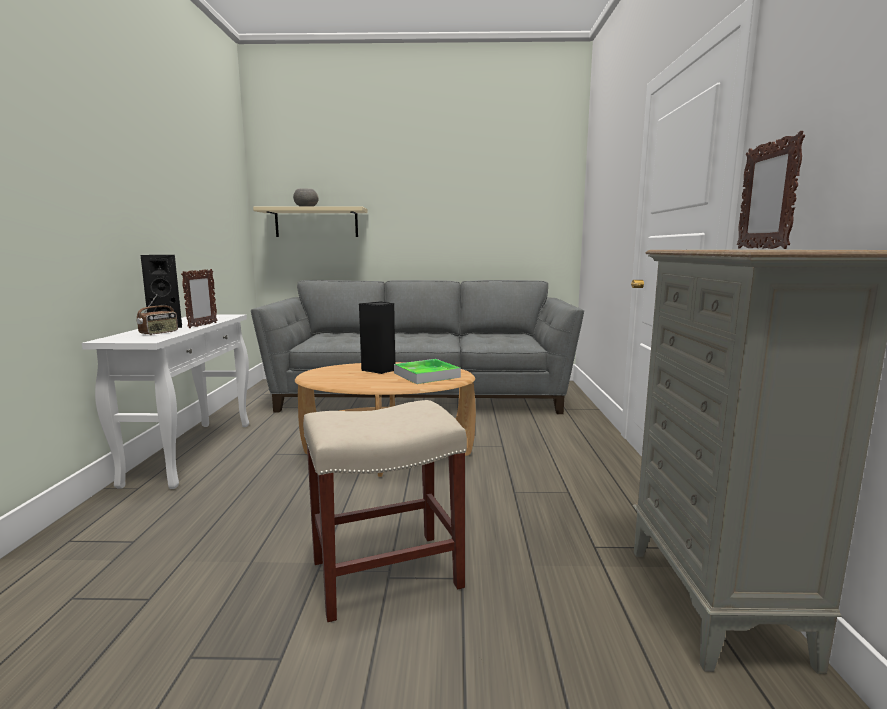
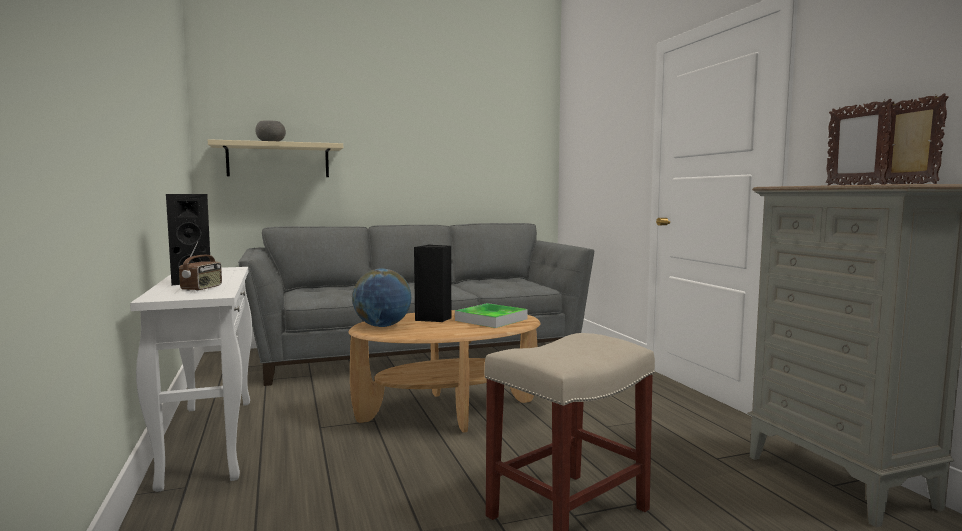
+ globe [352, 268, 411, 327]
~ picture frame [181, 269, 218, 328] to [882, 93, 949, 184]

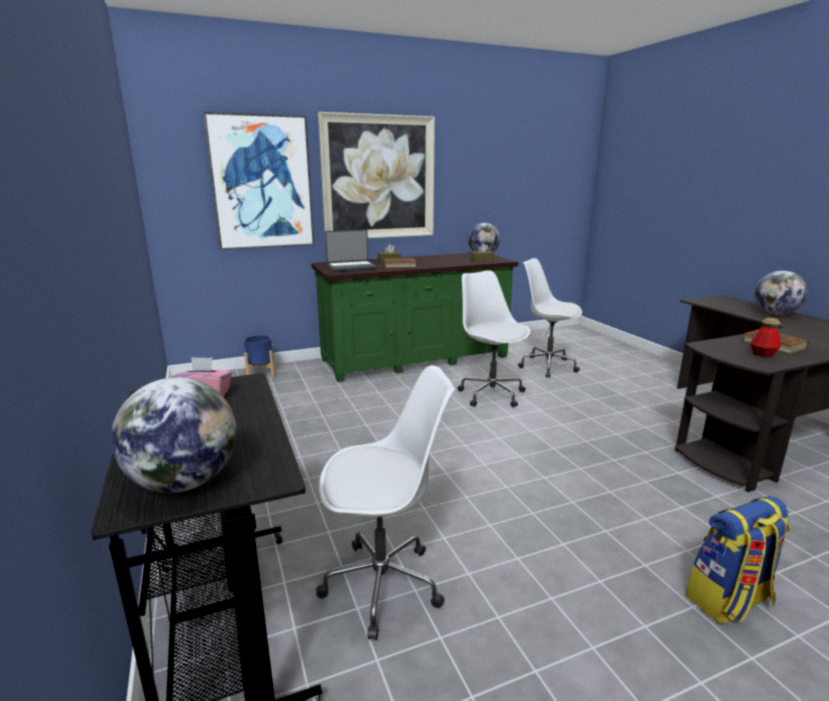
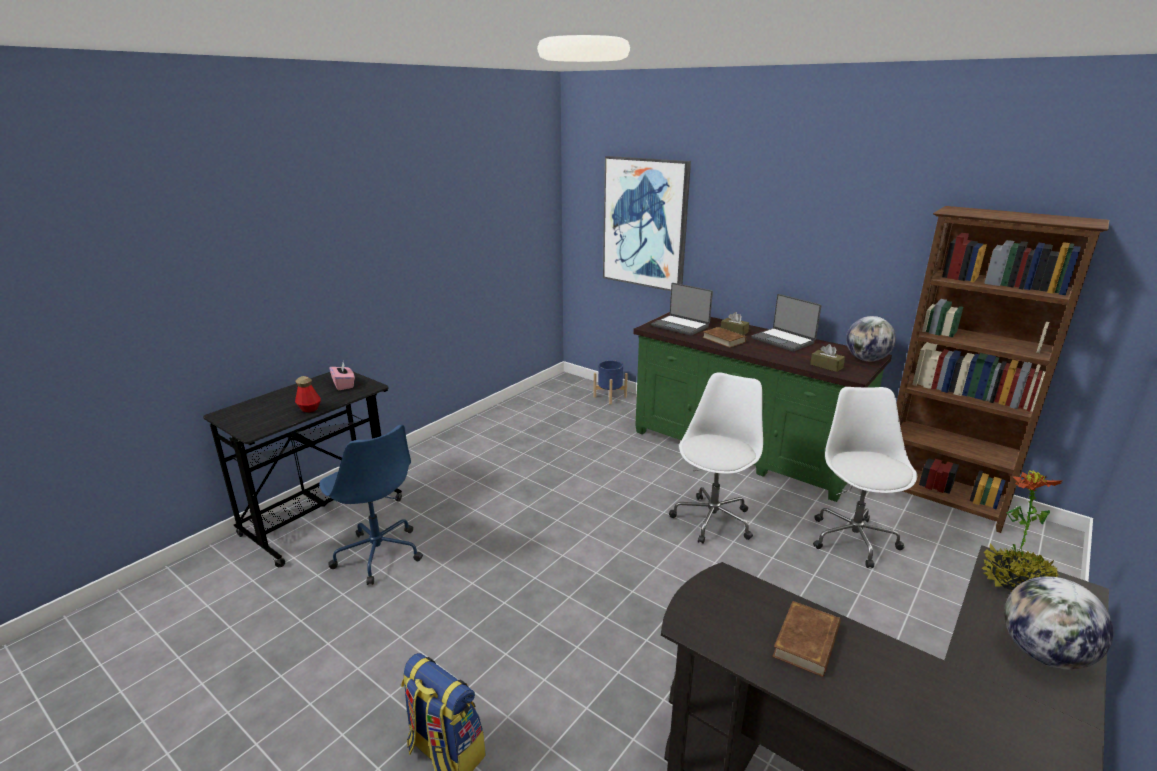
~ bottle [750, 318, 781, 357] to [295, 376, 321, 413]
~ office chair in white [316, 365, 455, 640] to office chair in blue [319, 425, 423, 585]
+ laptop [751, 294, 821, 352]
+ bookcase in brown [896, 206, 1109, 533]
+ potted plant [981, 470, 1062, 592]
- globe [111, 377, 237, 493]
- picture [318, 112, 435, 238]

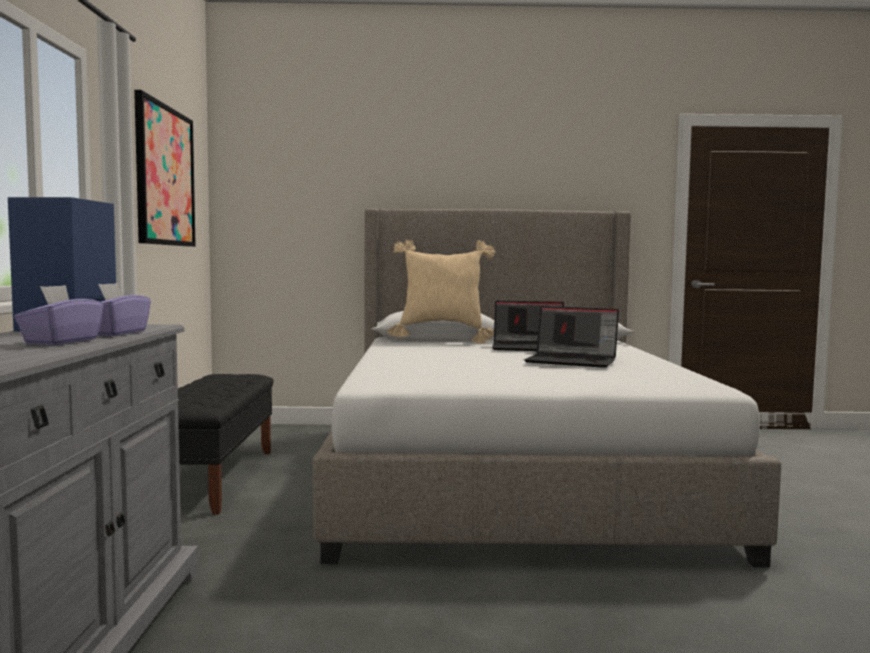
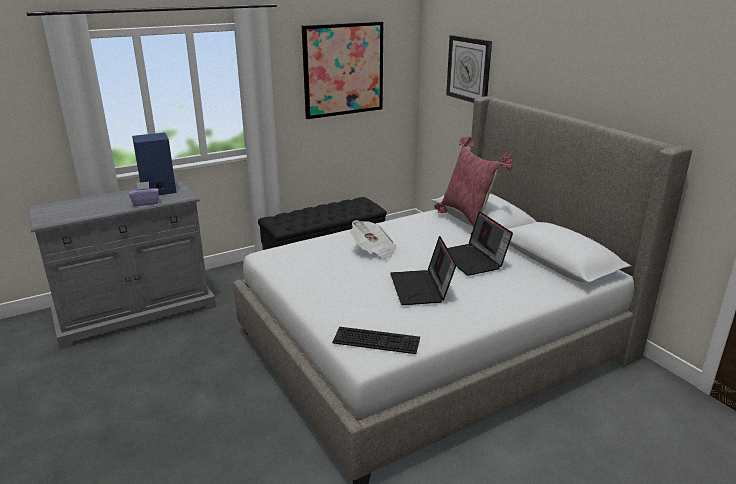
+ keyboard [332, 327, 420, 354]
+ newspaper [350, 220, 396, 260]
~ pillow in beige [387, 239, 496, 344] to pillow in red [434, 136, 513, 234]
+ wall clock [446, 35, 492, 103]
- tissue box in purple [14, 285, 104, 345]

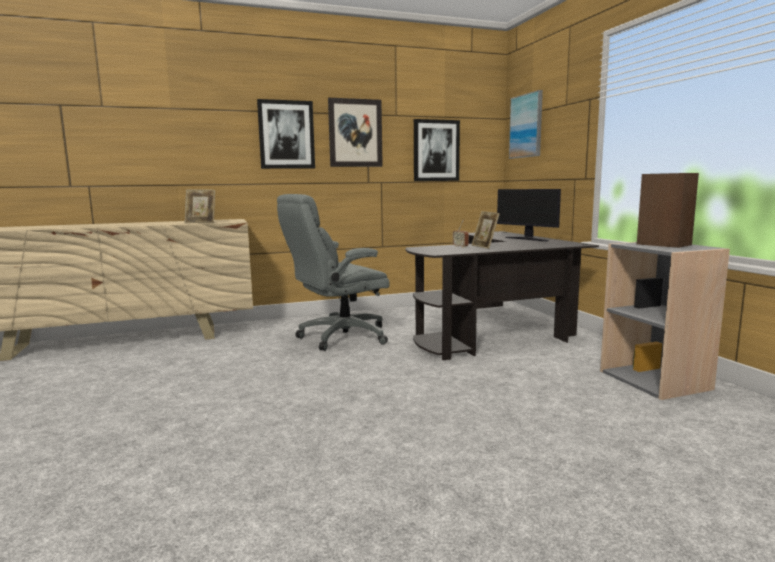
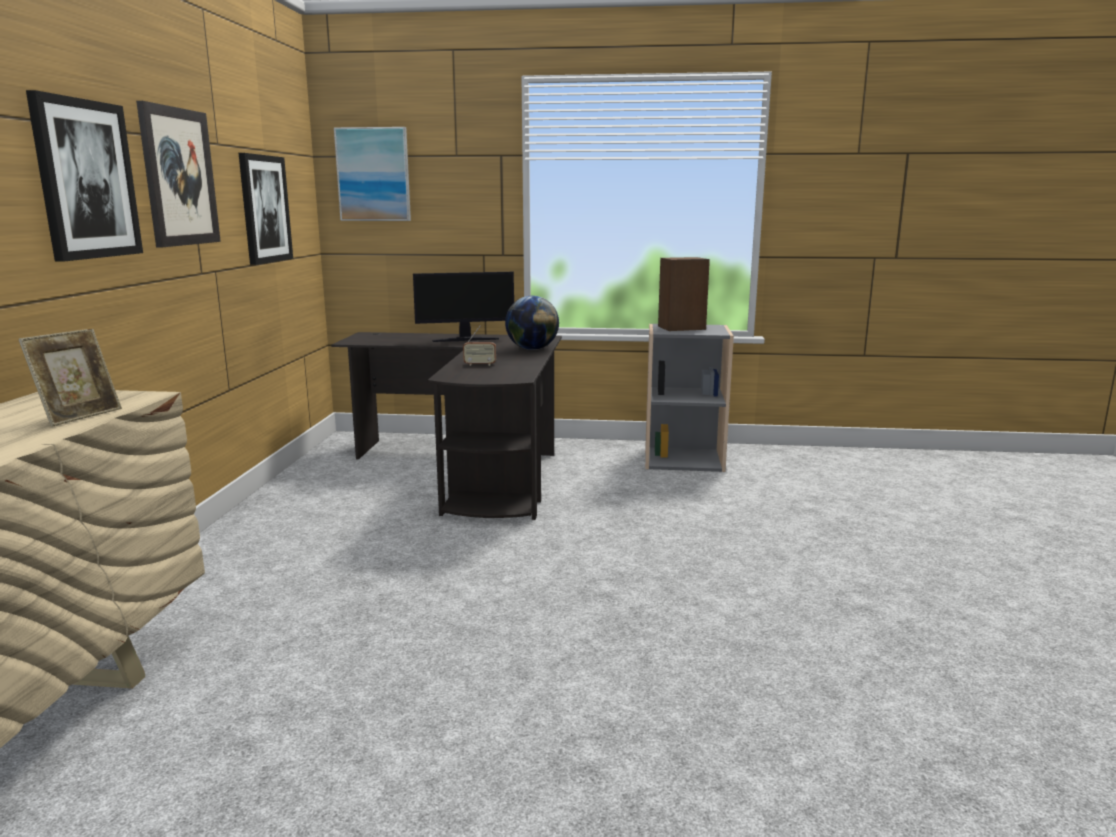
+ globe [505, 296, 559, 350]
- office chair in grey [277, 194, 390, 351]
- picture frame [472, 211, 500, 249]

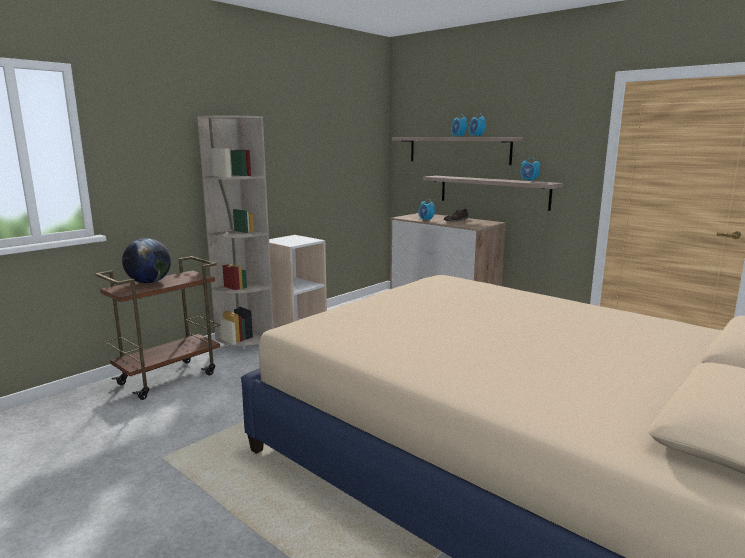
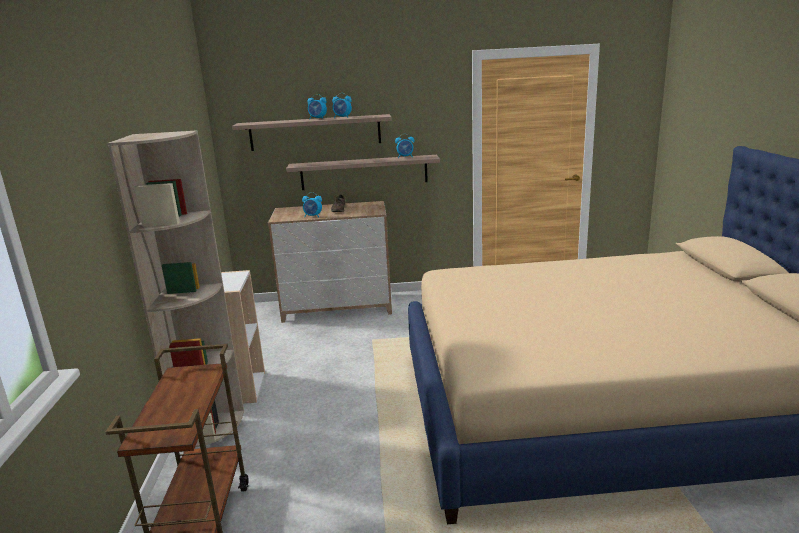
- globe [122, 238, 171, 284]

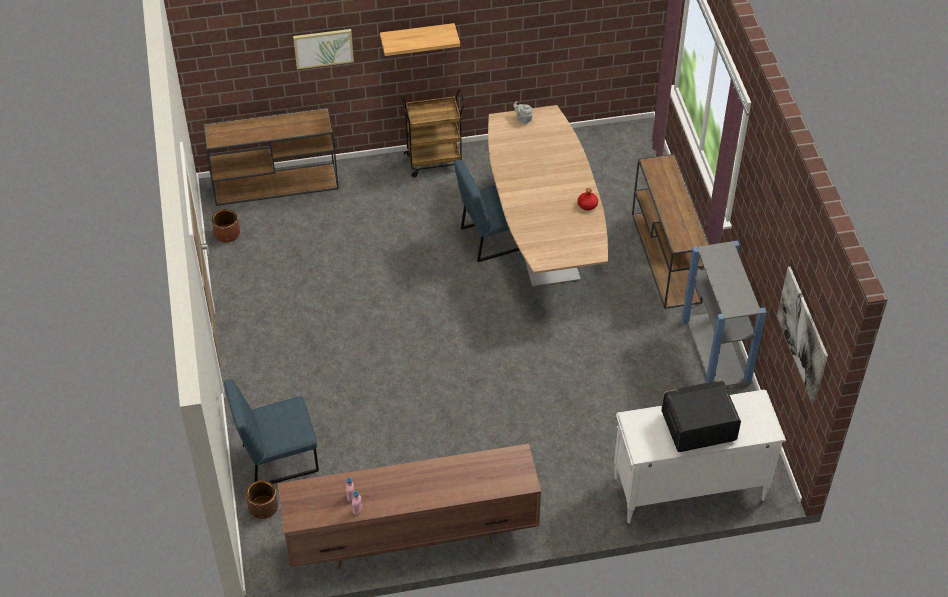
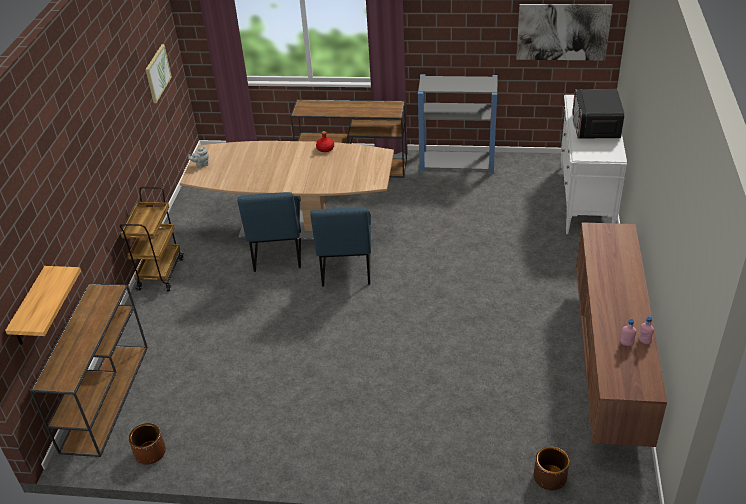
~ shelf [380, 23, 460, 56] to [5, 266, 81, 345]
~ picture [293, 29, 354, 69] to [145, 44, 172, 103]
~ chair in blue [224, 379, 319, 484] to [310, 207, 371, 287]

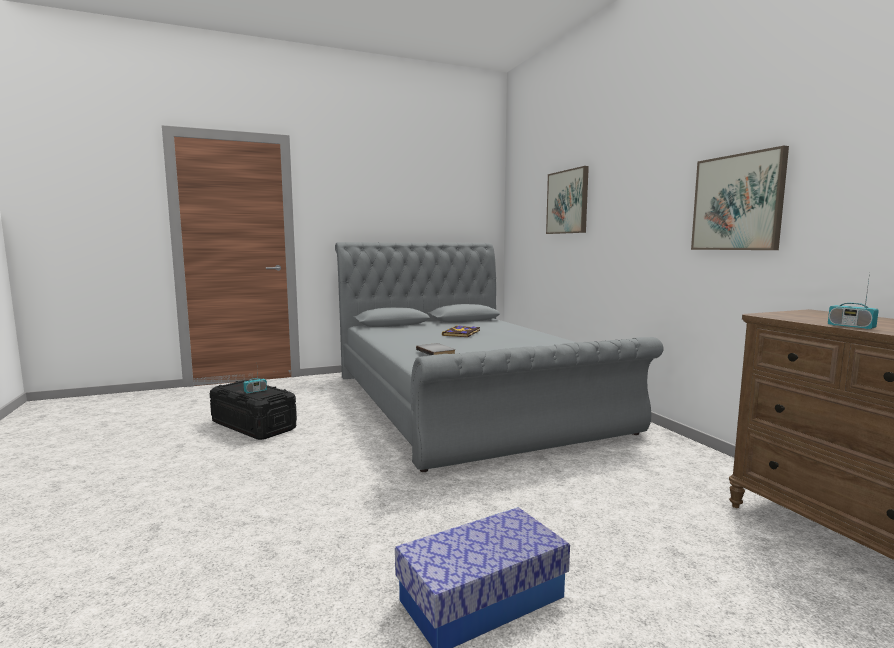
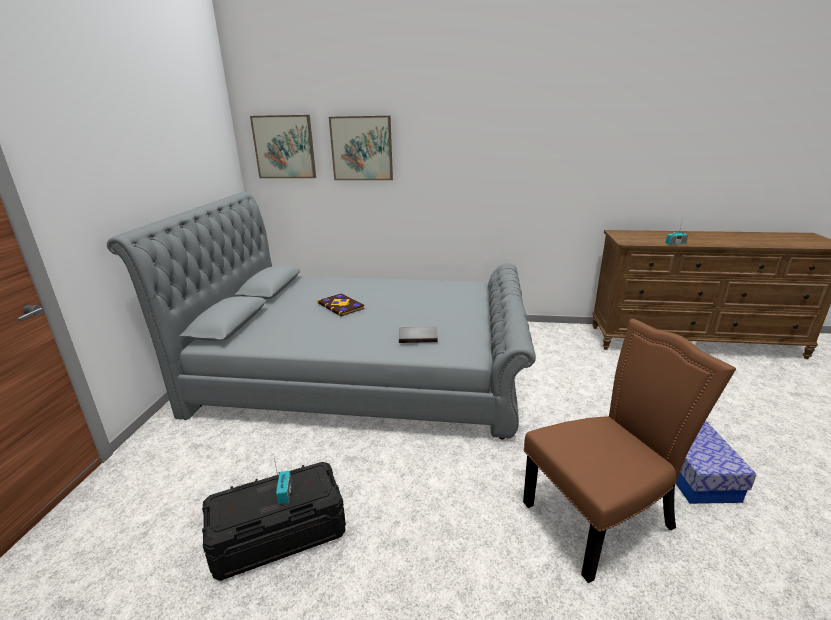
~ picture [691, 146, 789, 250] to [250, 115, 316, 178]
+ chair in brown [523, 319, 736, 583]

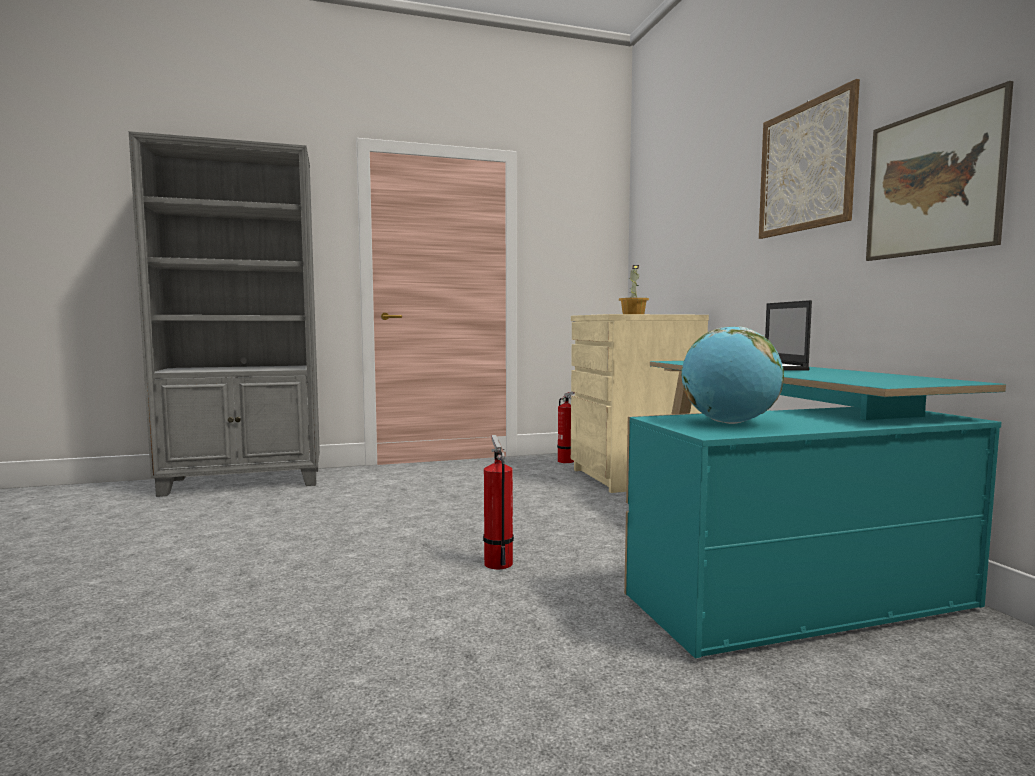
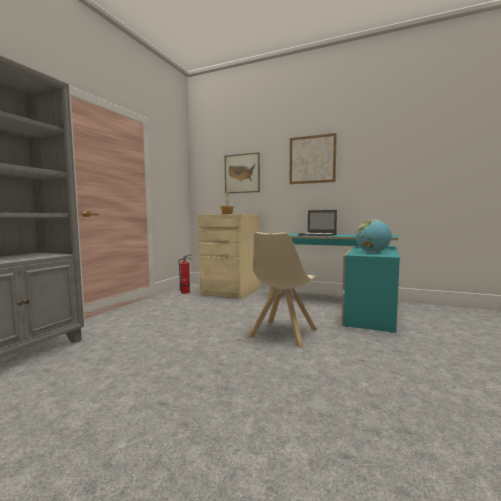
~ picture [866, 81, 1013, 261] to [225, 152, 260, 193]
~ fire extinguisher [483, 435, 514, 569] to chair in beige [249, 232, 317, 347]

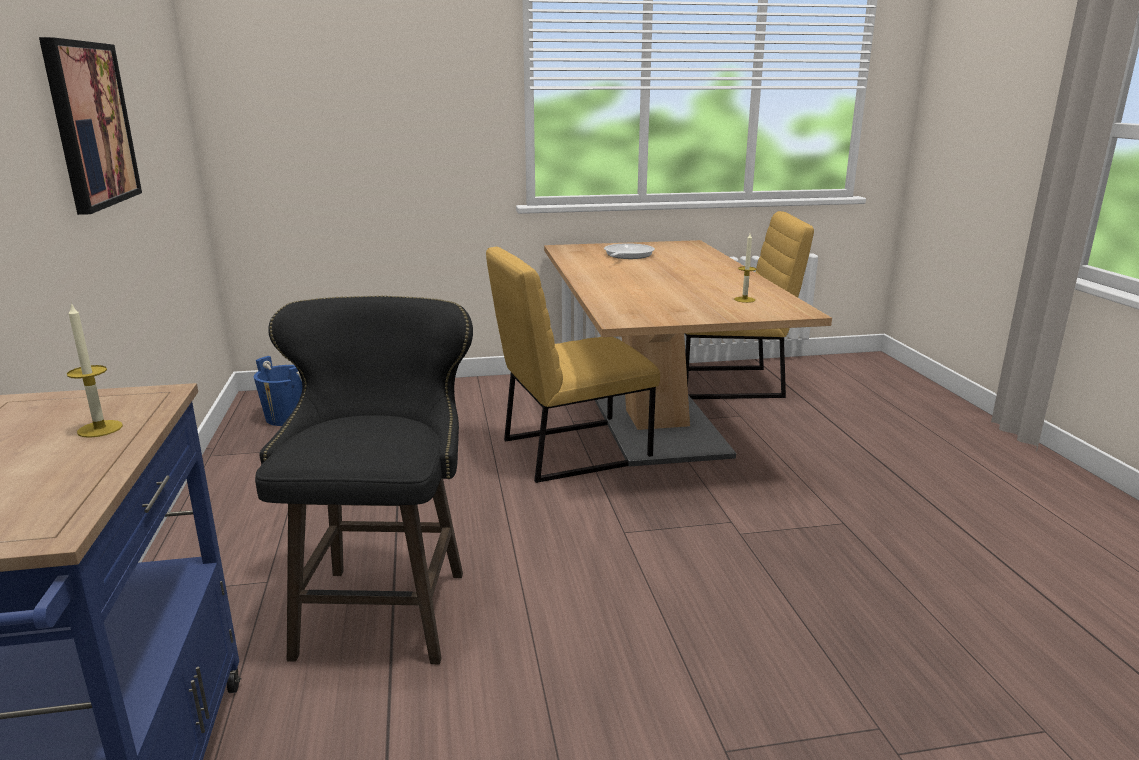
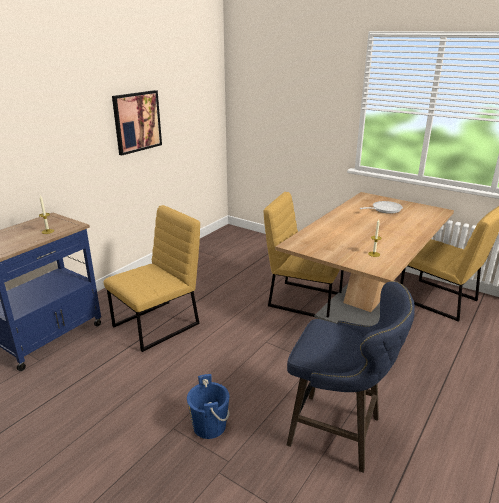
~ stool in black [255, 295, 473, 664] to chair in yellow [104, 205, 200, 352]
~ bucket in blue [254, 356, 302, 426] to [187, 374, 230, 439]
+ stool in blue [287, 281, 415, 473]

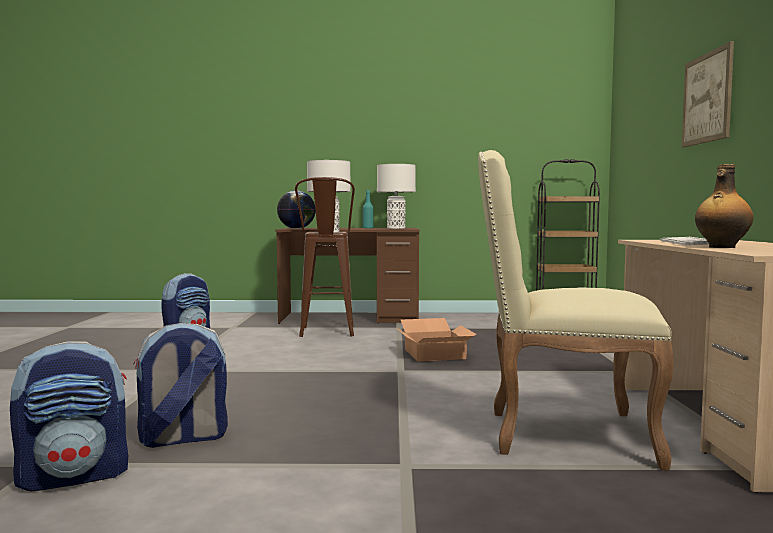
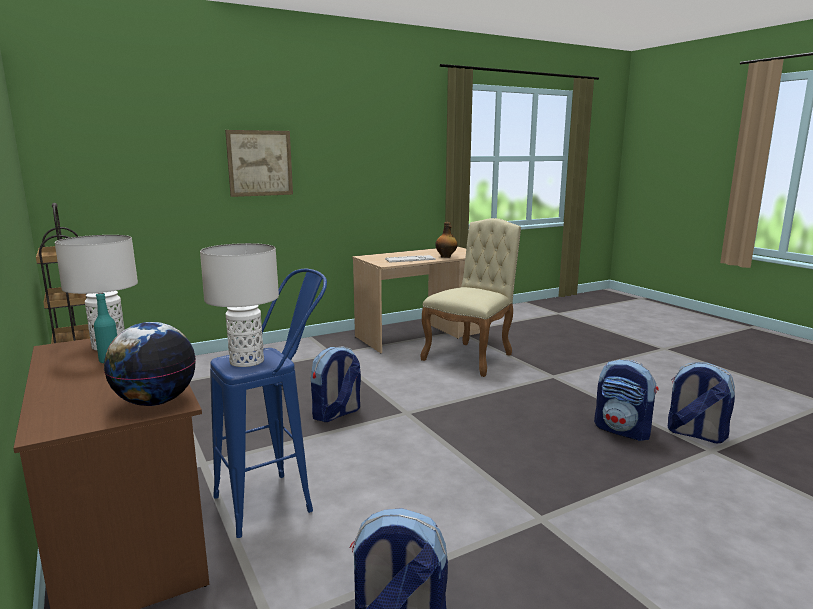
~ stool in brown [295, 177, 355, 337] to stool in blue [210, 269, 327, 538]
~ cardboard box [396, 318, 476, 362] to backpack [311, 346, 361, 422]
~ chair in beige [478, 150, 673, 471] = [421, 218, 521, 377] 120 degrees counterclockwise

